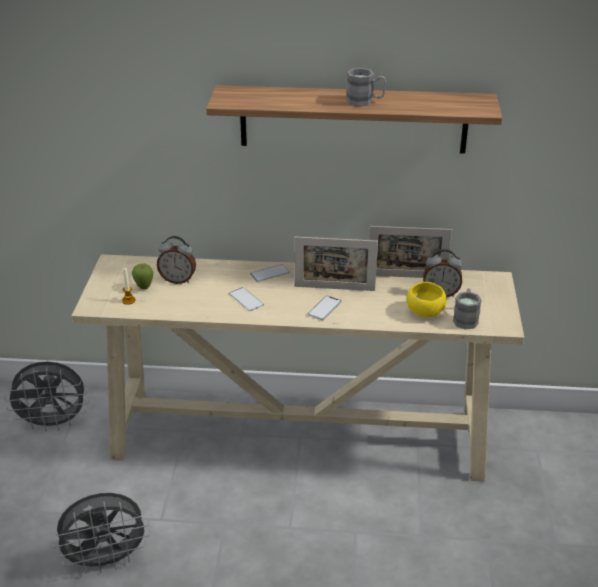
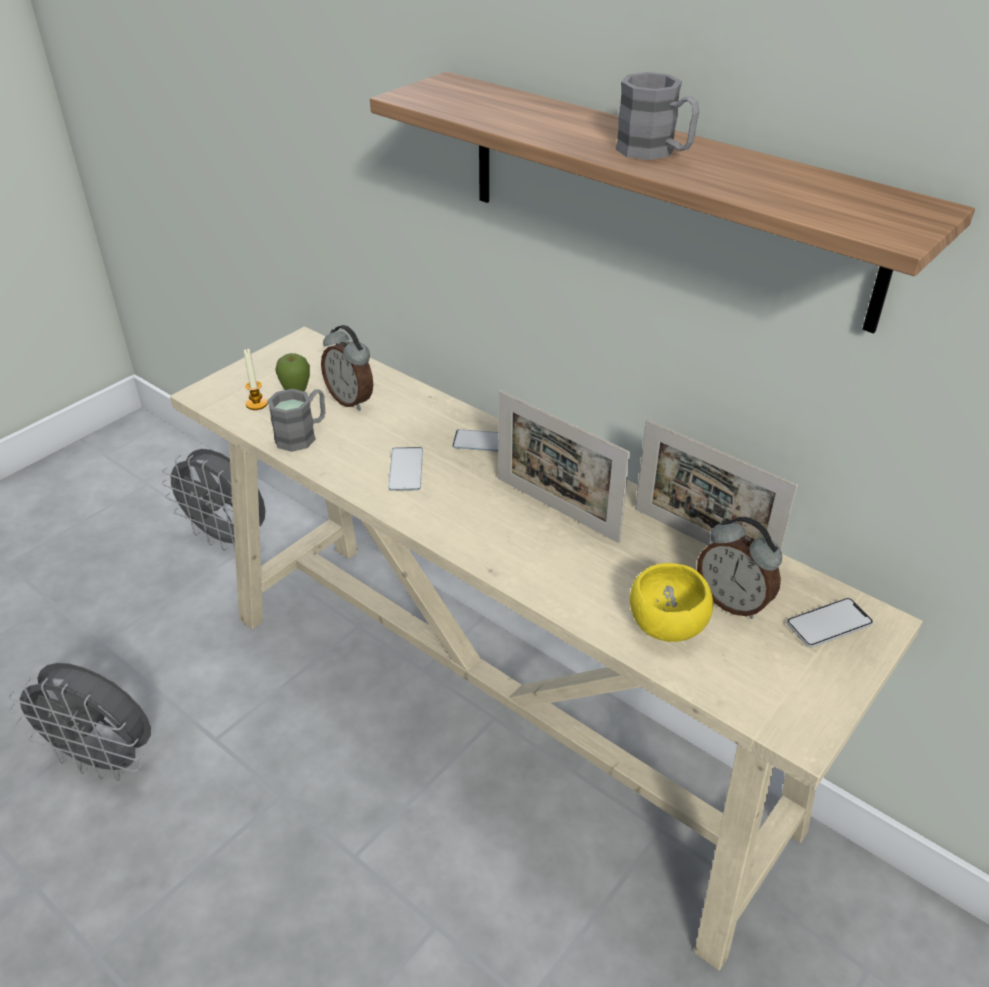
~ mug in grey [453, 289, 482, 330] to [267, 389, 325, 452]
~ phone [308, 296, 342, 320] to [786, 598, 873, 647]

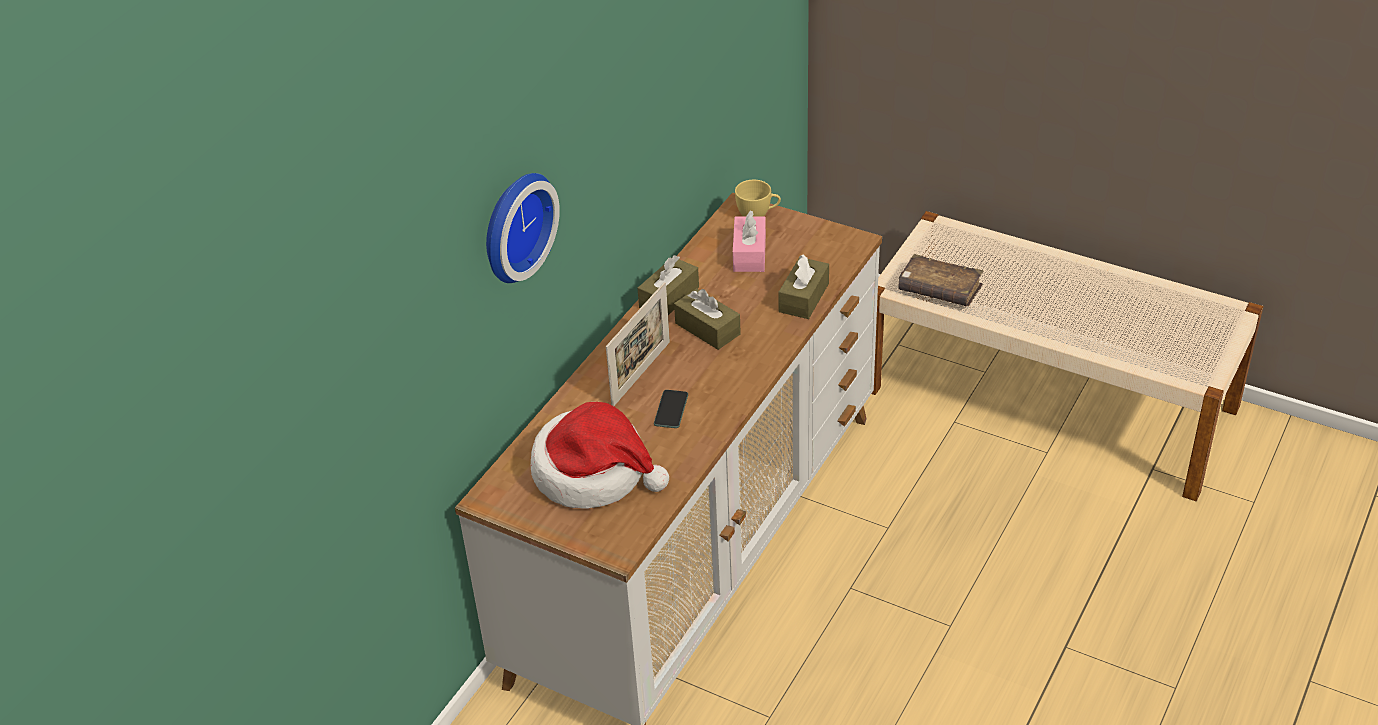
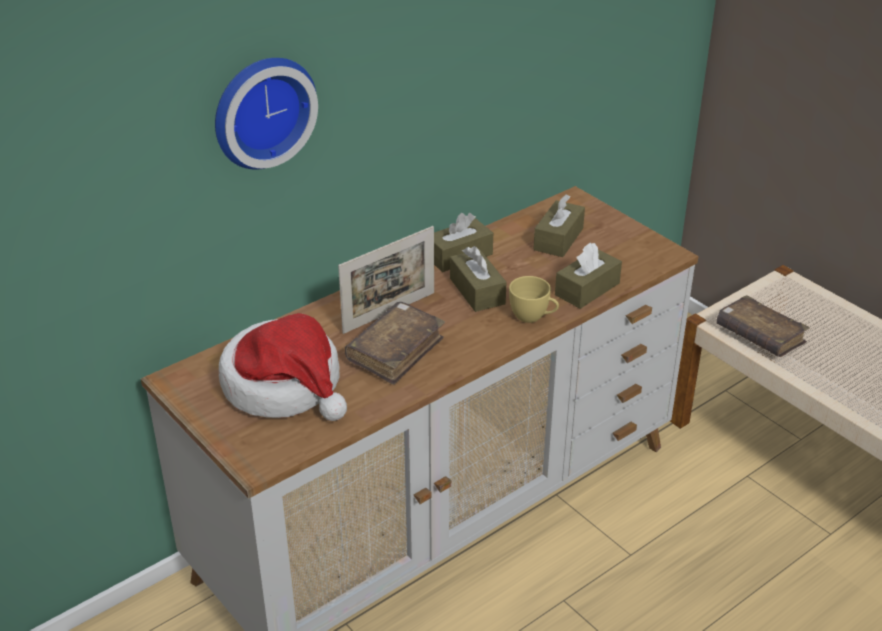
~ phone [654, 390, 688, 428] to book in brown [345, 302, 445, 385]
~ cup in yellow [735, 180, 781, 217] to [509, 276, 559, 323]
~ tissue box in pink [733, 211, 766, 272] to tissue box in brown [534, 194, 585, 257]

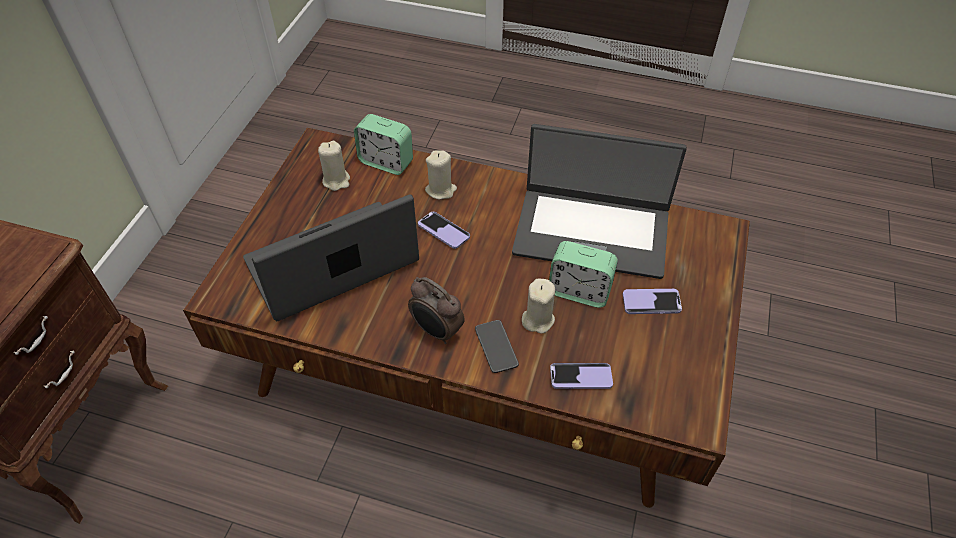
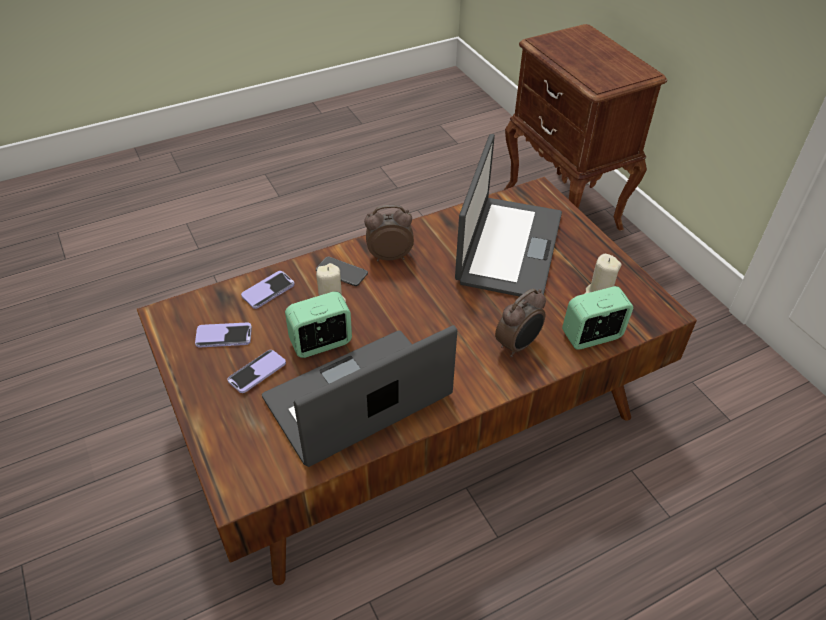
~ phone [418, 212, 470, 249] to [195, 322, 252, 348]
~ candle in beige [425, 150, 457, 199] to alarm clock [495, 289, 546, 357]

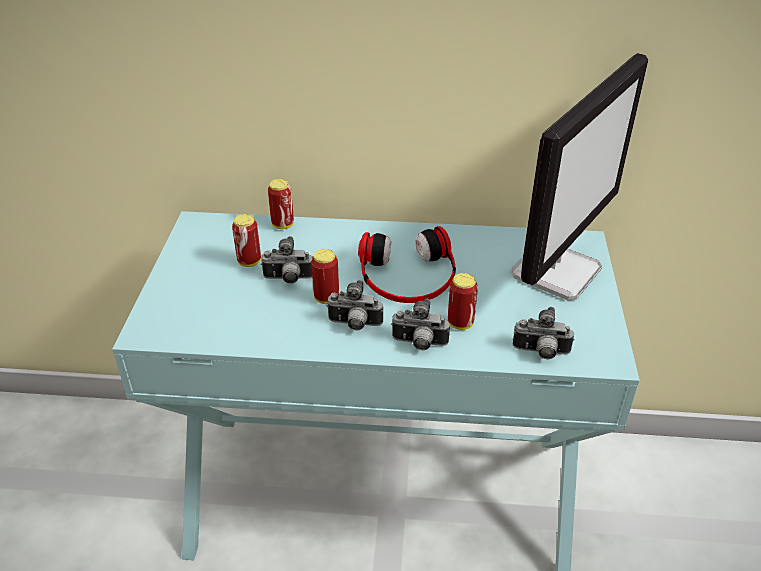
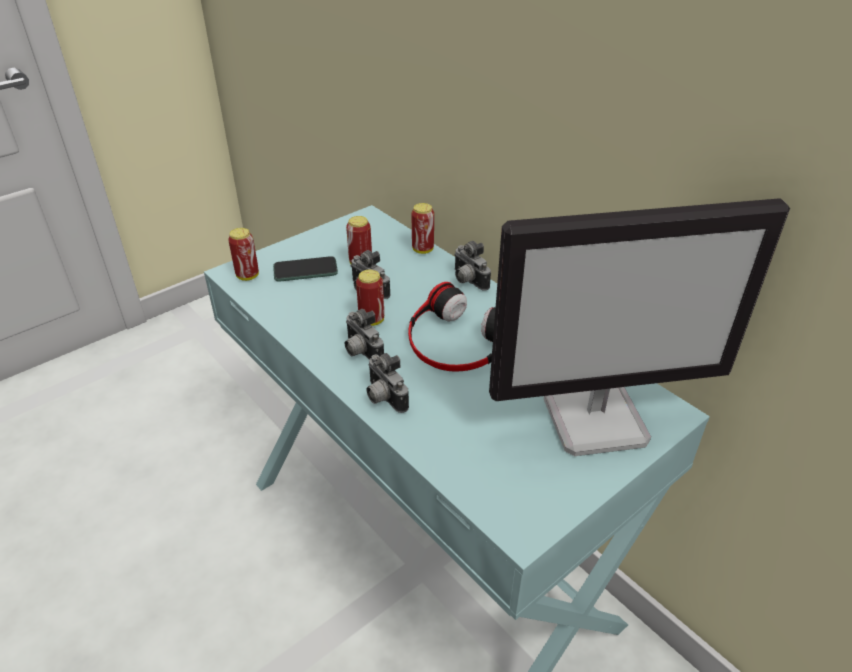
~ can [448, 273, 478, 330] to [228, 228, 259, 281]
+ phone [273, 256, 338, 282]
~ photo camera [513, 307, 574, 359] to [454, 241, 491, 291]

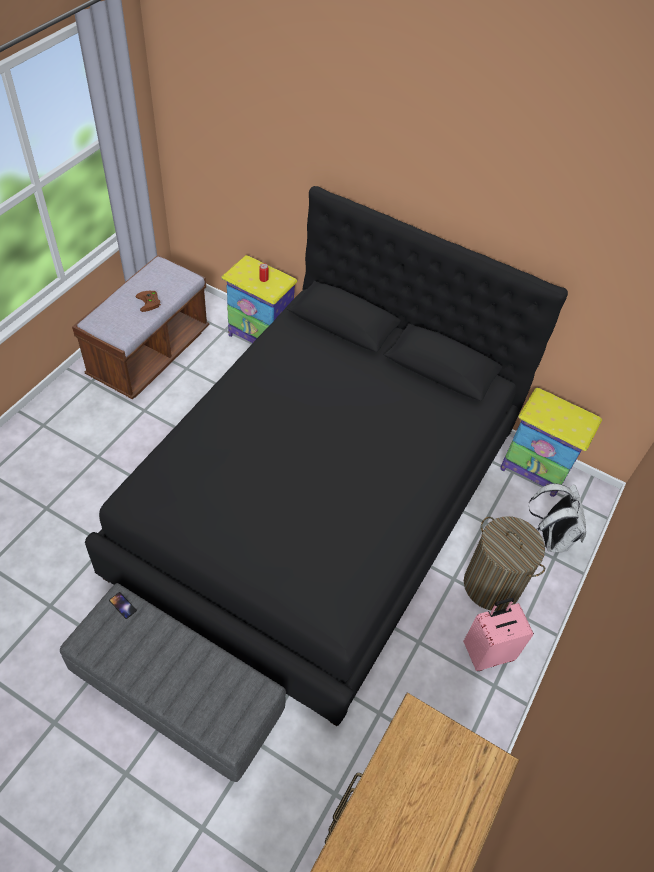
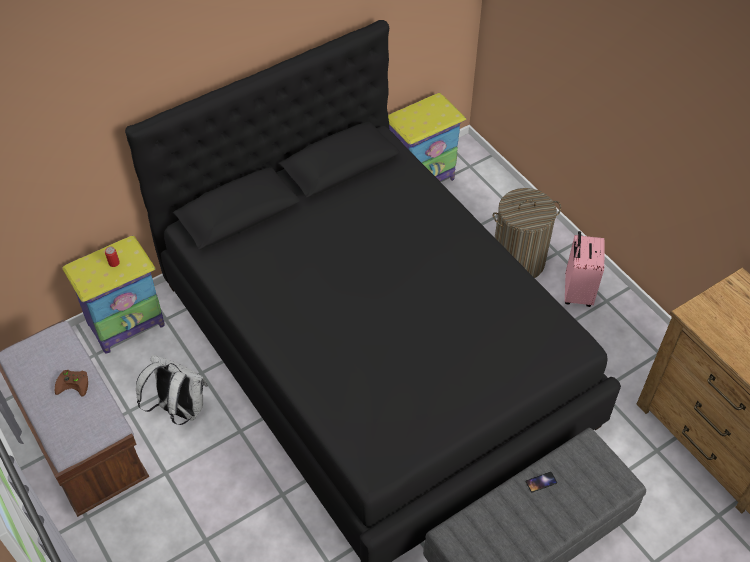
~ backpack in white [529, 483, 586, 552] to [136, 355, 208, 425]
~ phone [109, 592, 137, 619] to [526, 472, 557, 493]

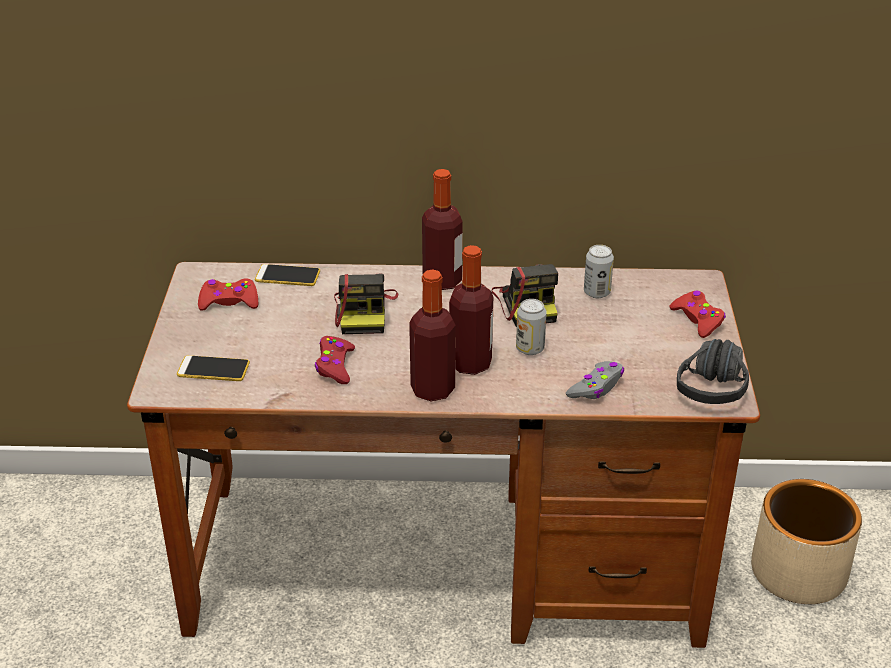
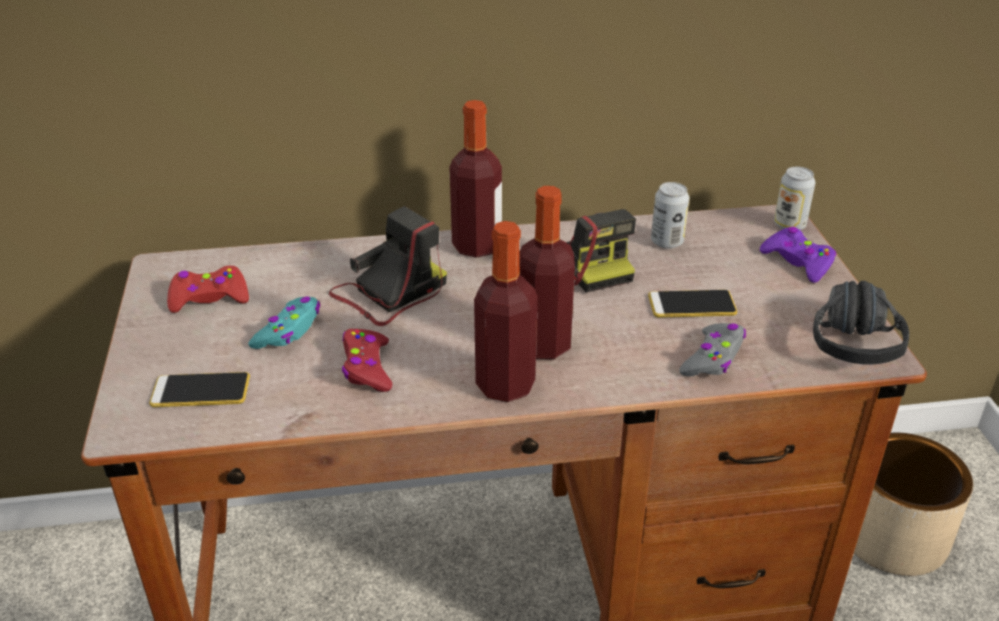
+ game controller in turquoise [248, 297, 320, 349]
~ photo camera [334, 274, 398, 334] = [329, 206, 447, 326] 120 degrees counterclockwise
~ phone [255, 264, 320, 286] to [648, 290, 737, 318]
~ game controller in red [670, 291, 726, 338] to game controller in purple [760, 227, 836, 283]
~ can [516, 299, 547, 355] to [774, 166, 815, 230]

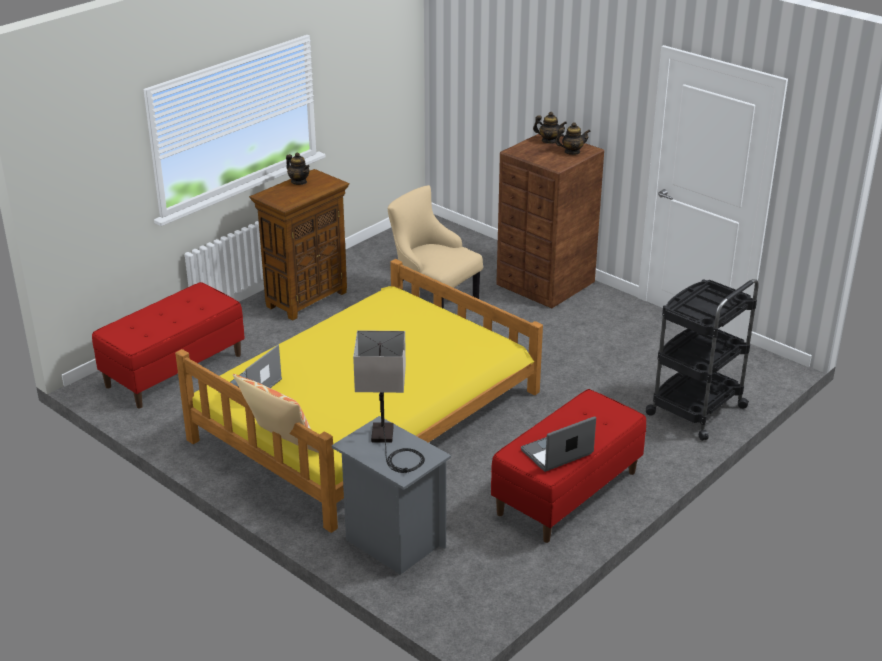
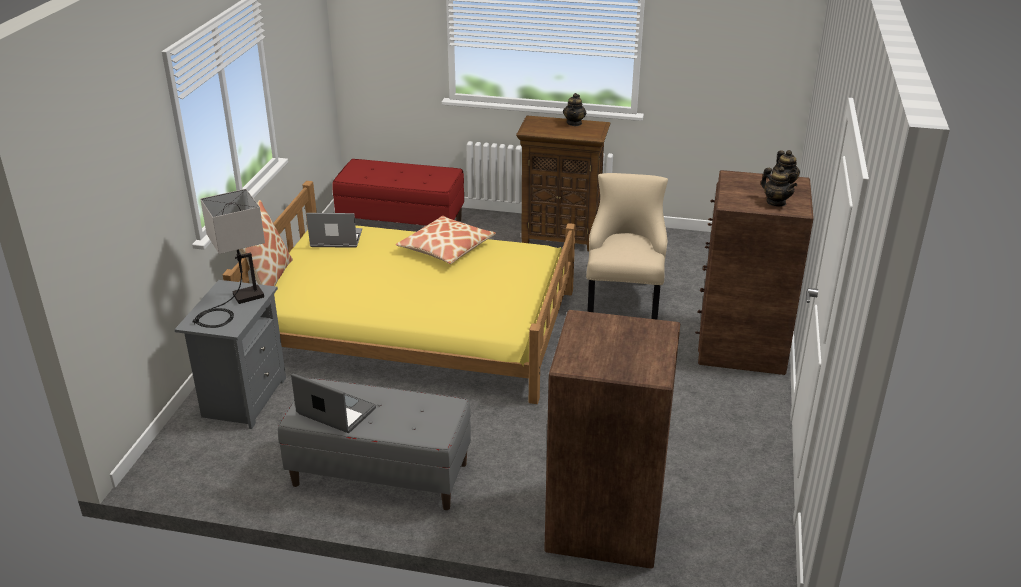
~ bench in red [491, 389, 646, 543] to bench in grey [278, 378, 471, 510]
+ pillow [396, 216, 496, 264]
~ cart in black [646, 279, 759, 441] to dresser in brown [544, 310, 680, 569]

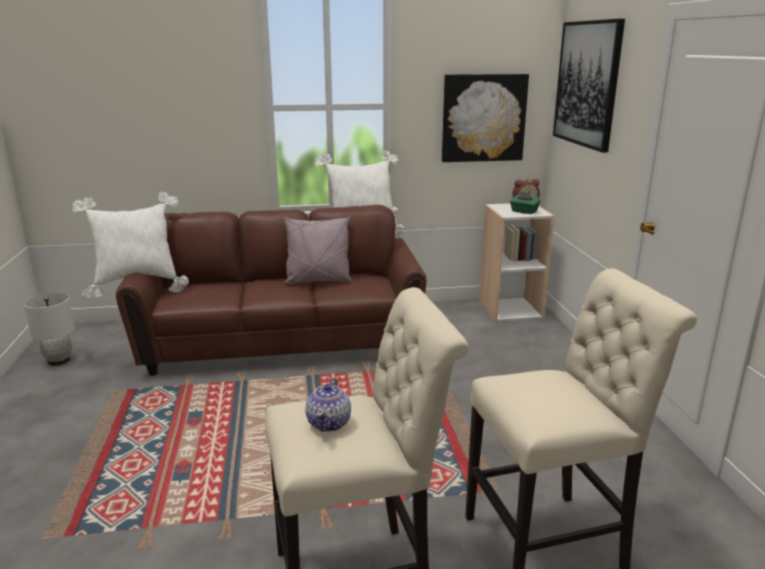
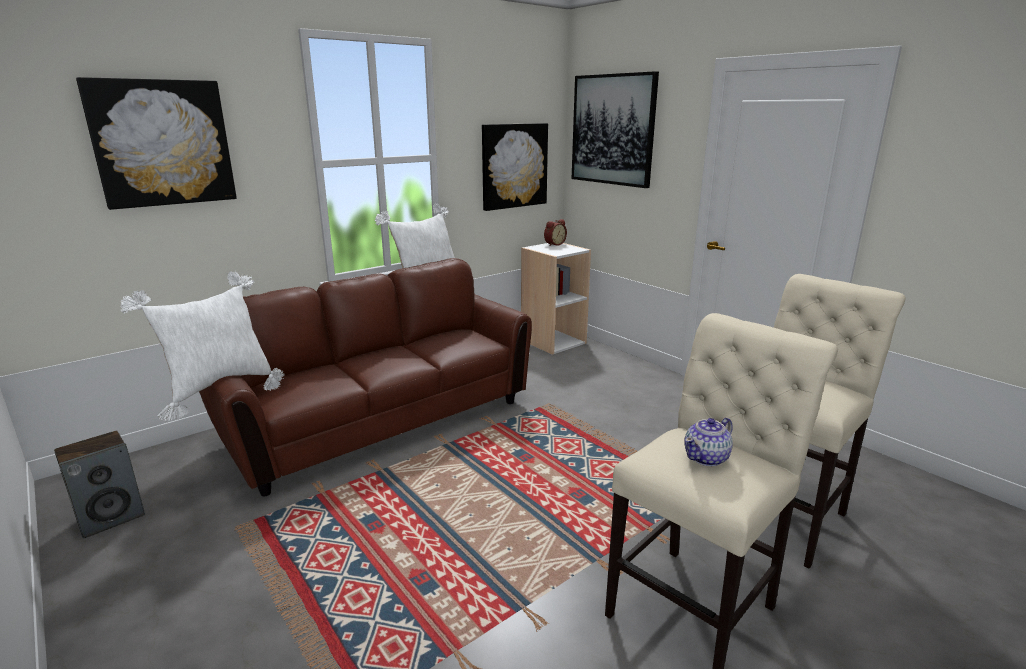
~ table lamp in white [24, 293, 75, 366] to speaker [54, 430, 145, 539]
+ picture [76, 77, 237, 210]
~ teapot [305, 378, 351, 432] = [684, 418, 733, 466] 75 degrees clockwise
- pillow in purple [284, 217, 352, 285]
- tissue box in green [510, 191, 541, 214]

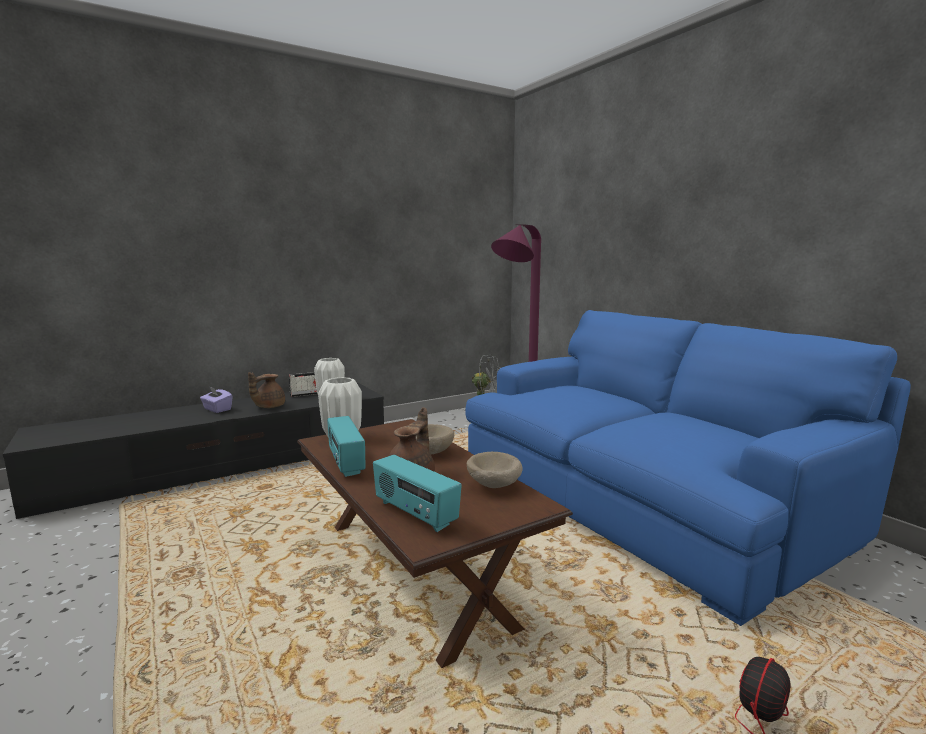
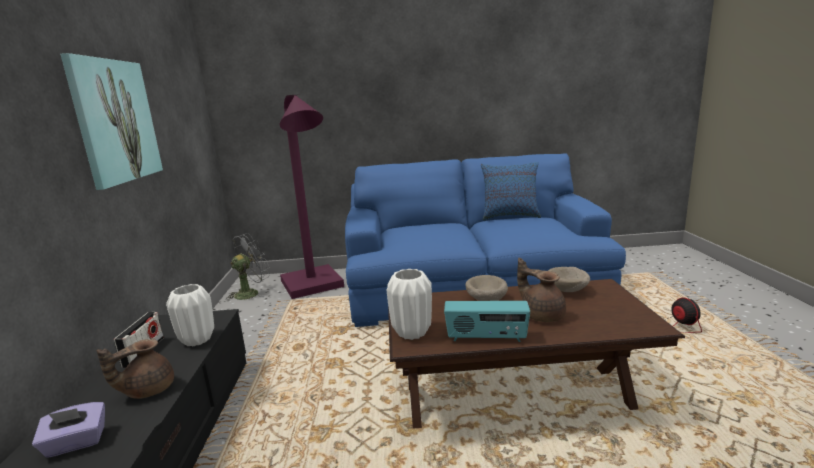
+ picture [60, 53, 163, 190]
~ teapot in brown [248, 372, 285, 408] = [97, 339, 174, 399] 75 degrees clockwise
+ pillow in blue [481, 162, 541, 221]
- radio [373, 455, 462, 532]

